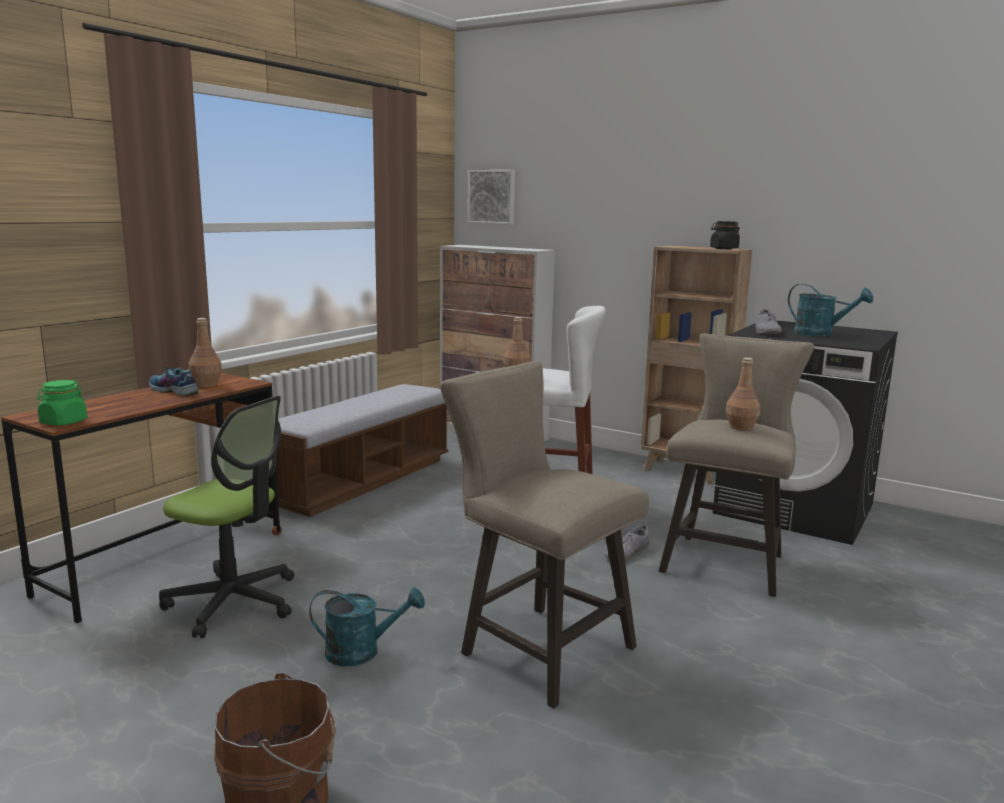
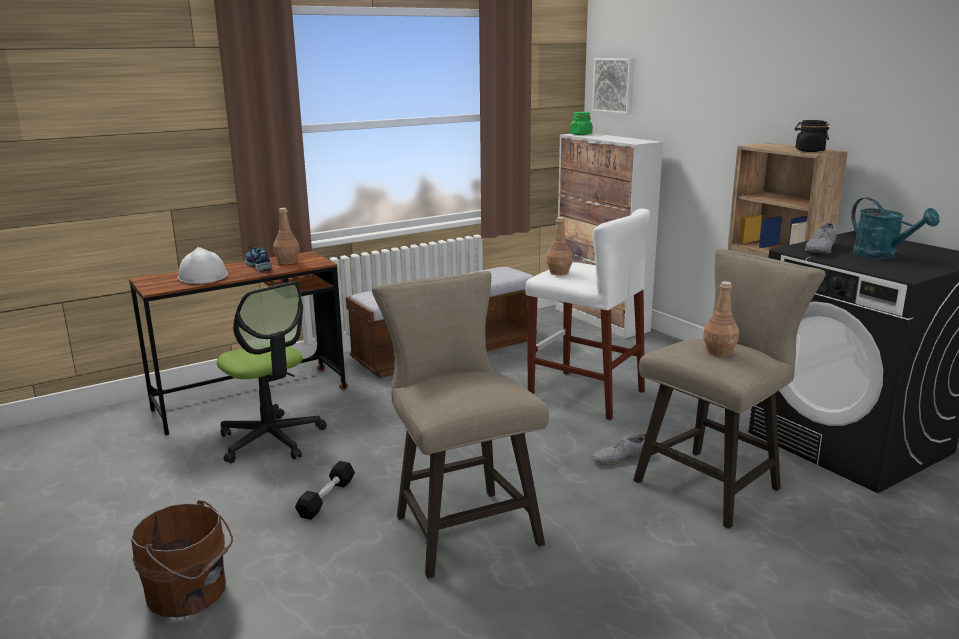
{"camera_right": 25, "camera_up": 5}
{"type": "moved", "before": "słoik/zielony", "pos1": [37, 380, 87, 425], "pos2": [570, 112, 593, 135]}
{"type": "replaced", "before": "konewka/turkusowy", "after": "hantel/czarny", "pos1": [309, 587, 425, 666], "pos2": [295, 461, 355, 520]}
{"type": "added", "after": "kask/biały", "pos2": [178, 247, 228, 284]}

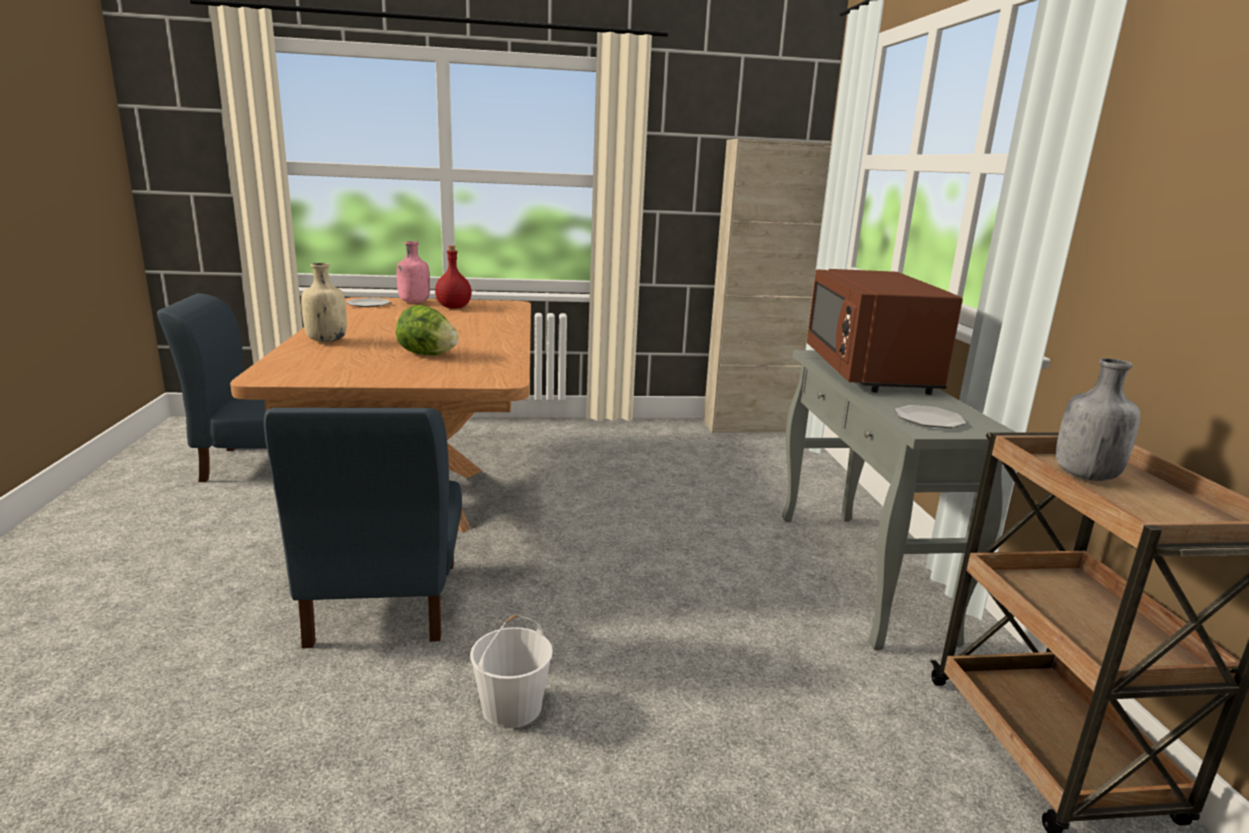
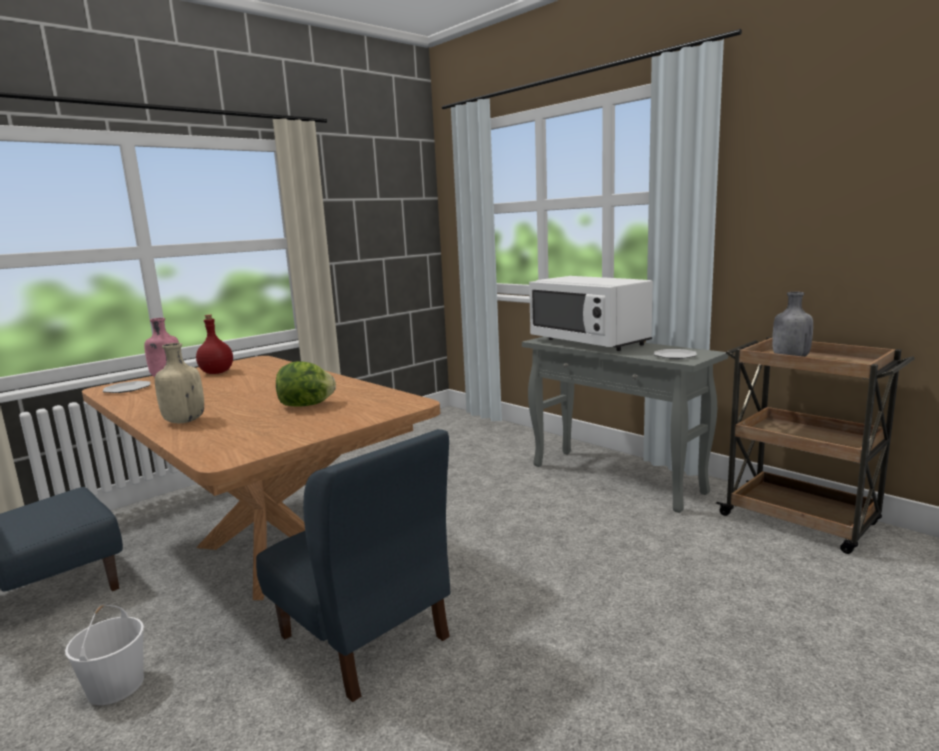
{"camera_right": -35, "camera_up": -5}
{"type": "removed", "before": "szafka/beżowy", "pos1": [703, 139, 832, 434]}
{"type": "recoloured", "before": "mikrofalówka/brązowy", "after": "mikrofalówka/biały", "pos1": [807, 269, 963, 395], "pos2": [529, 276, 653, 351]}
{"type": "moved", "before": "wiadro/biały", "pos1": [470, 615, 553, 728], "pos2": [65, 605, 144, 705]}

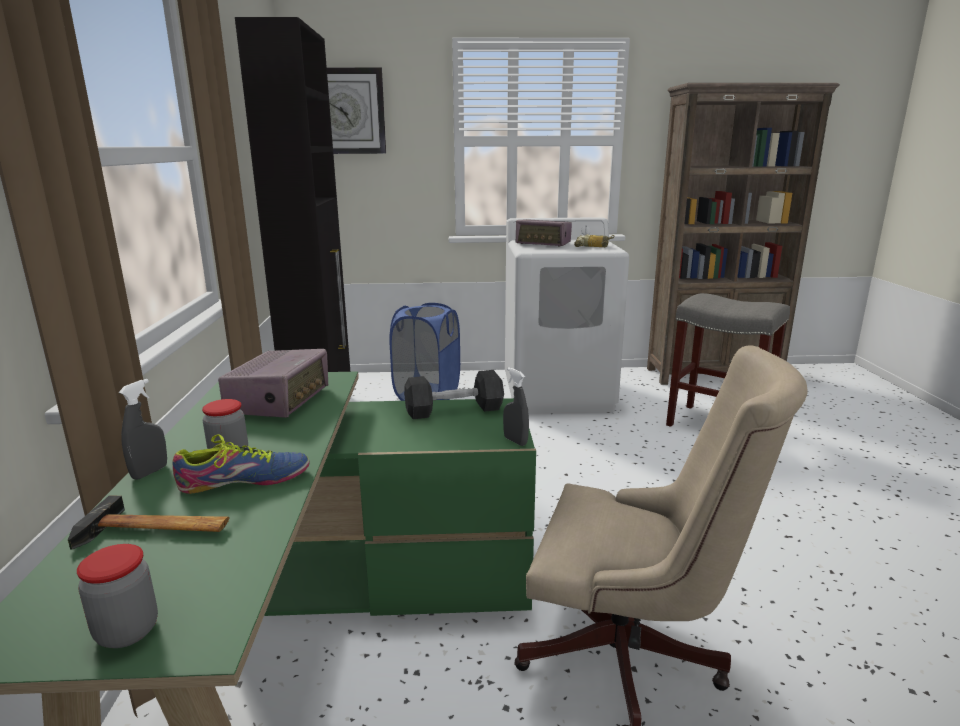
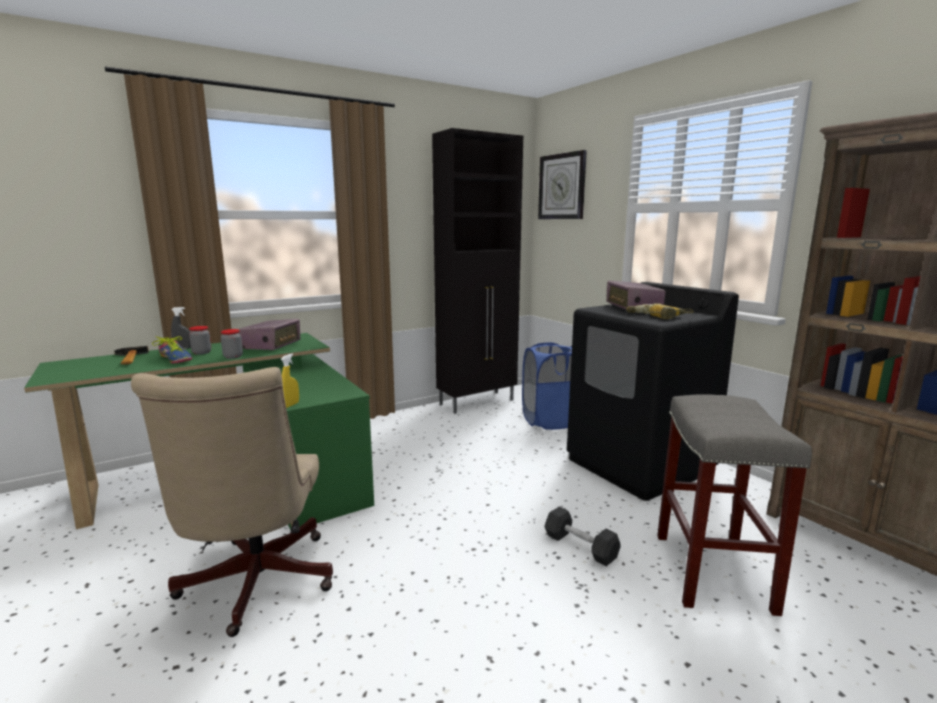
{"camera_right": 60, "camera_up": -5}
{"type": "recoloured", "before": "pralka/biały", "after": "pralka/czarny", "pos1": [505, 217, 629, 414], "pos2": [567, 282, 739, 501]}
{"type": "turned", "before": "radio", "pos1": [218, 349, 328, 418], "pos2": [239, 319, 300, 350], "turn": -60}
{"type": "recoloured", "before": "spryskiwacz/szary", "after": "spryskiwacz/żółty", "pos1": [503, 367, 529, 446], "pos2": [281, 353, 299, 408]}
{"type": "moved", "before": "hantel/czarny", "pos1": [404, 370, 504, 419], "pos2": [544, 507, 621, 566]}
{"type": "moved", "before": "słoik", "pos1": [77, 544, 158, 648], "pos2": [221, 329, 243, 359]}

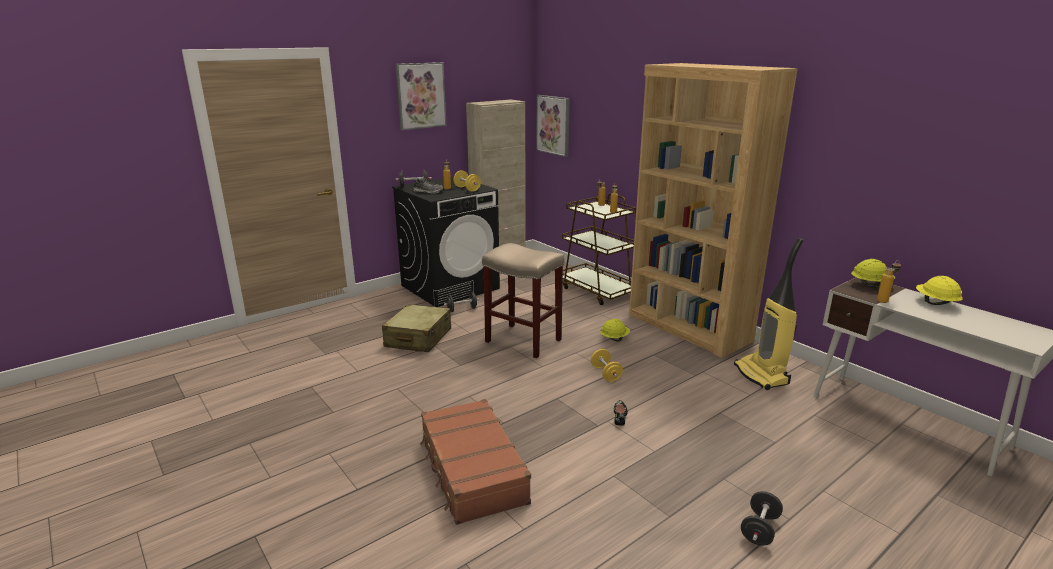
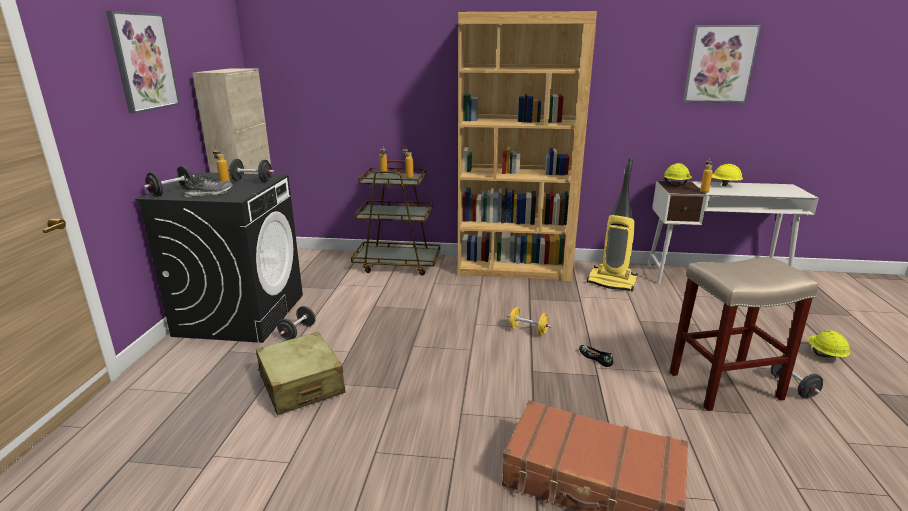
{"camera_right": -45, "camera_up": 0}
{"type": "moved", "before": "obraz", "pos1": [536, 95, 570, 157], "pos2": [683, 25, 761, 103]}
{"type": "recoloured", "before": "hantel/żółty", "after": "hantel/czarny", "pos1": [453, 170, 481, 192], "pos2": [228, 159, 274, 182]}
{"type": "moved", "before": "stołek/beżowy", "pos1": [482, 243, 564, 358], "pos2": [670, 257, 818, 411]}
{"type": "moved", "before": "kask/żółty", "pos1": [600, 319, 630, 342], "pos2": [808, 330, 850, 357]}

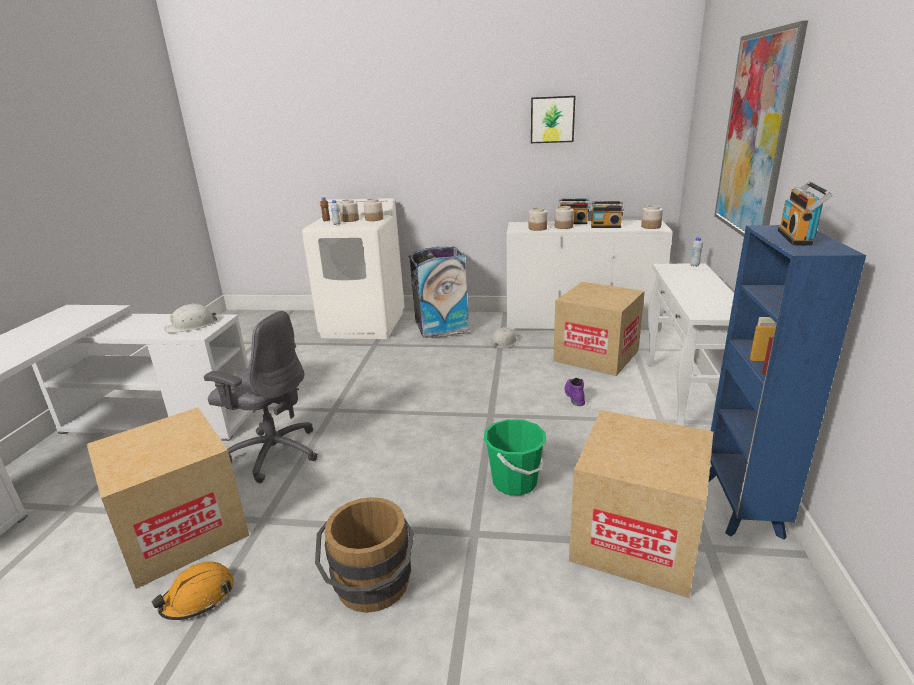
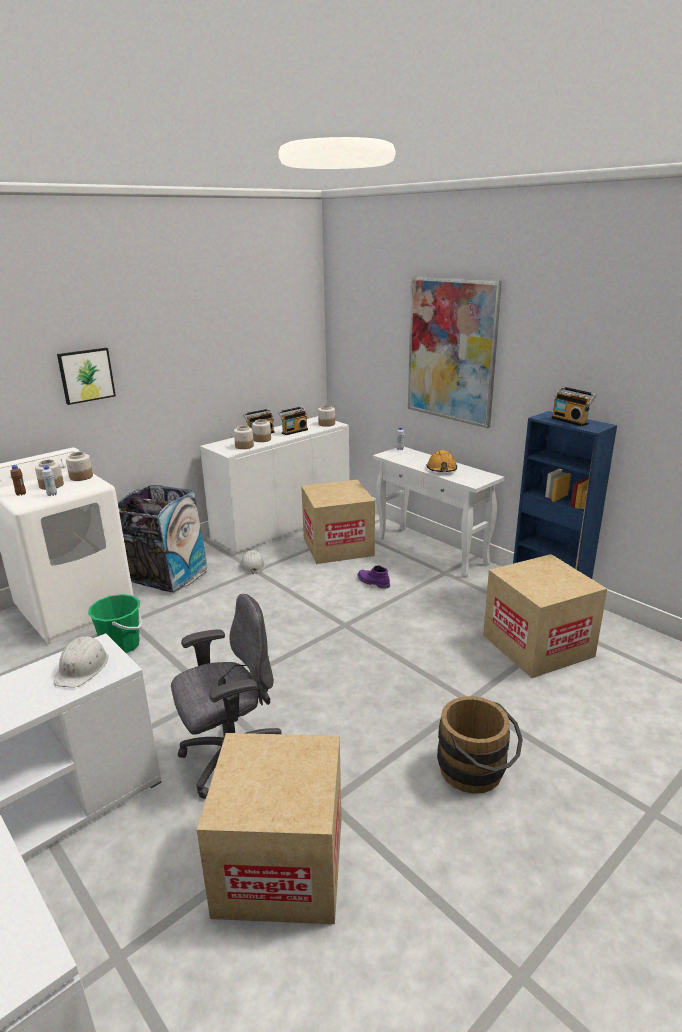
{"camera_right": -50, "camera_up": 0}
{"type": "moved", "before": "obraz", "pos1": [531, 96, 575, 143], "pos2": [57, 348, 116, 405]}
{"type": "moved", "before": "wiadro/zielony", "pos1": [484, 419, 546, 496], "pos2": [88, 594, 143, 653]}
{"type": "moved", "before": "kask/pomarańczowy", "pos1": [152, 562, 234, 620], "pos2": [426, 450, 457, 472]}

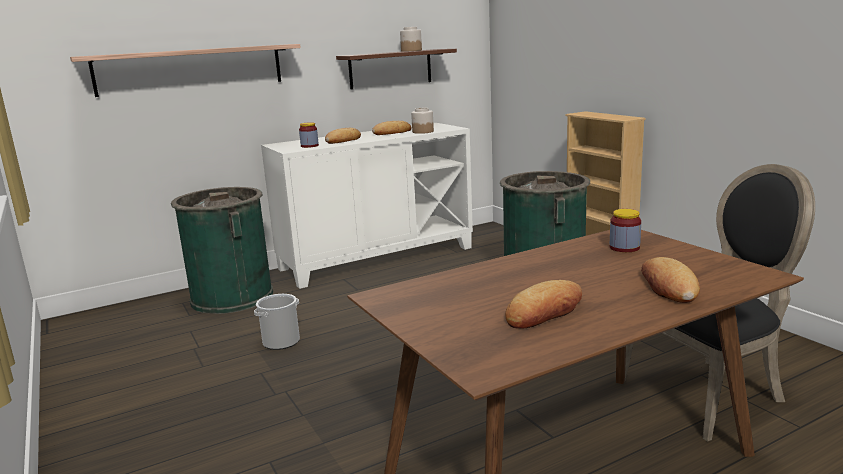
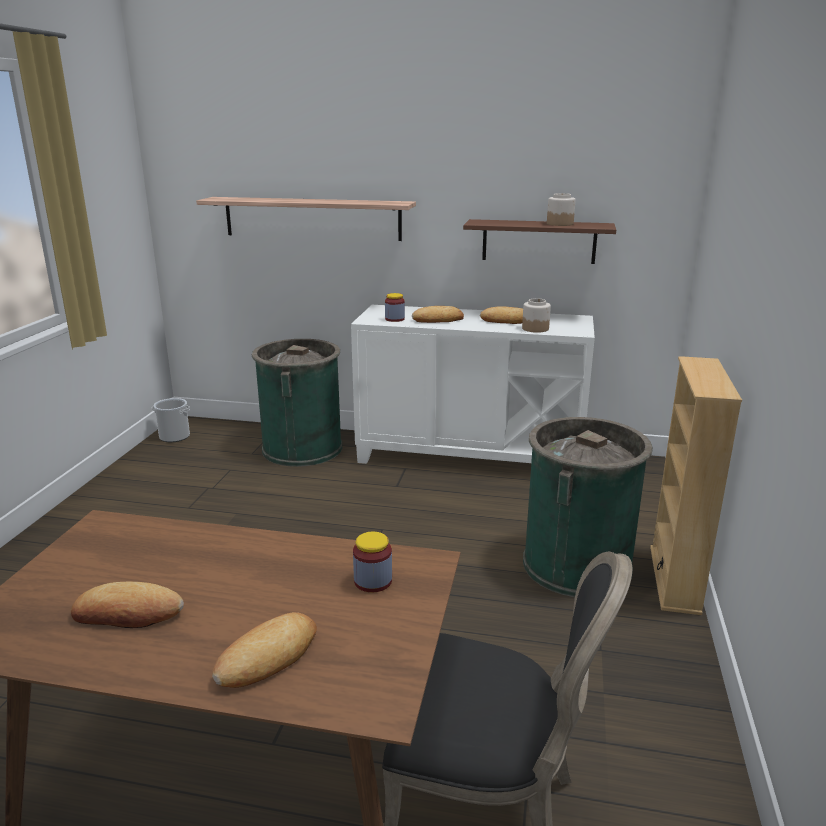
{"camera_right": 40, "camera_up": 5}
{"type": "moved", "before": "wiadro", "pos1": [254, 294, 300, 350], "pos2": [152, 398, 190, 442]}

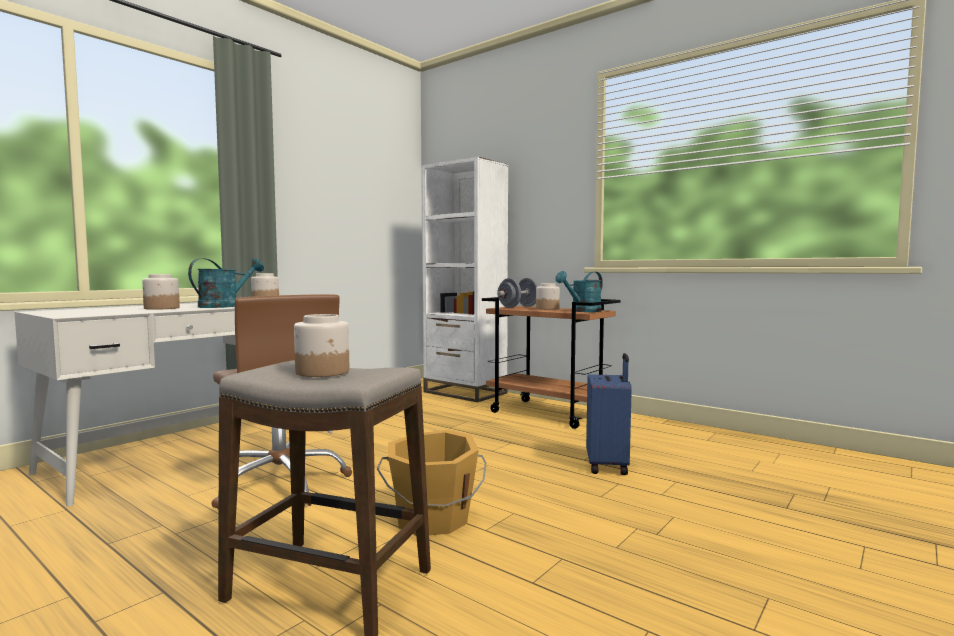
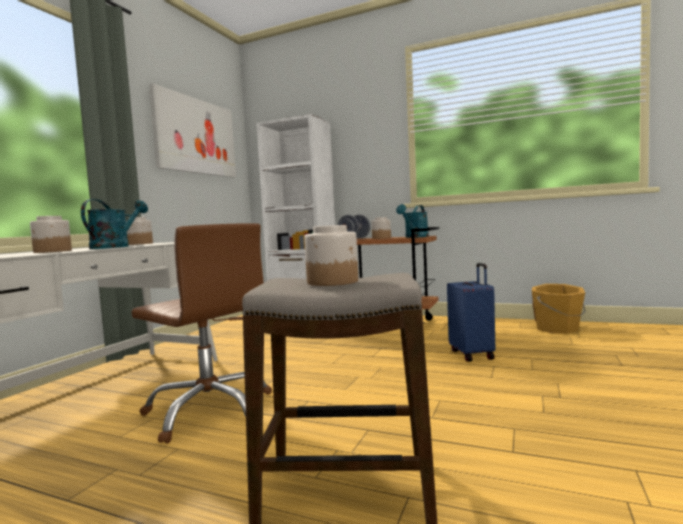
{"camera_right": -15, "camera_up": 0}
{"type": "moved", "before": "wiadro/pomarańczowy", "pos1": [377, 430, 486, 535], "pos2": [532, 284, 585, 334]}
{"type": "added", "after": "obraz", "pos2": [149, 83, 236, 178]}

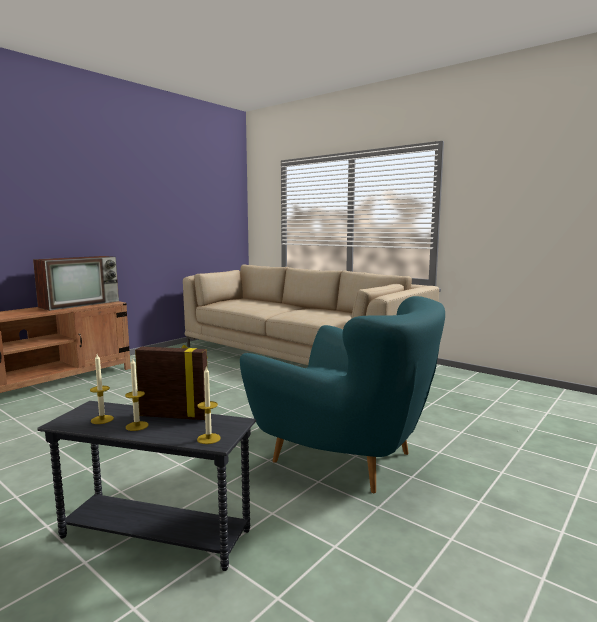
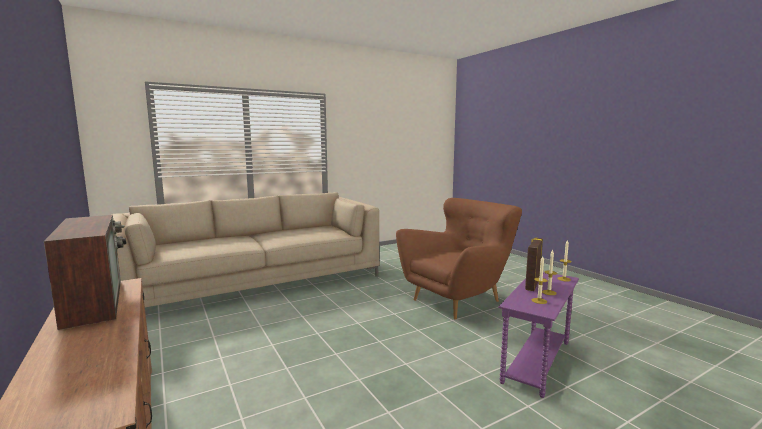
{"camera_right": -70, "camera_up": 0}
{"type": "recoloured", "before": "fotel/turkusowy", "after": "fotel/brązowy", "pos1": [240, 296, 445, 493], "pos2": [396, 198, 522, 319]}
{"type": "recoloured", "before": "stolik/szary", "after": "stolik/fioletowy", "pos1": [37, 401, 256, 571], "pos2": [498, 272, 579, 398]}

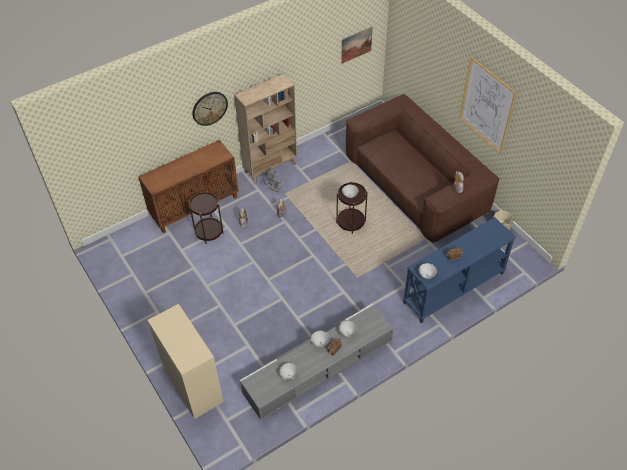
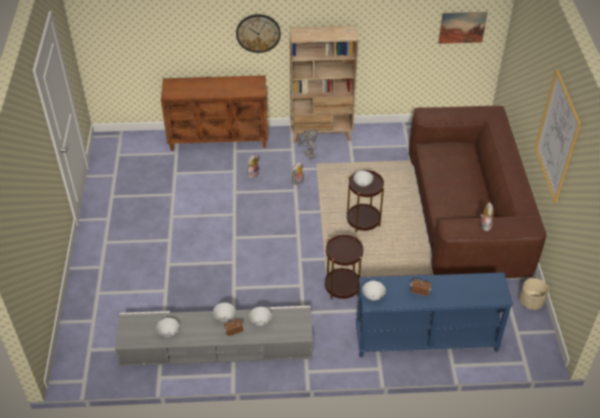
{"camera_right": 30, "camera_up": -5}
{"type": "moved", "before": "stolik/brązowy", "pos1": [188, 191, 224, 244], "pos2": [325, 235, 363, 299]}
{"type": "removed", "before": "komoda/beżowy", "pos1": [148, 304, 224, 419]}

